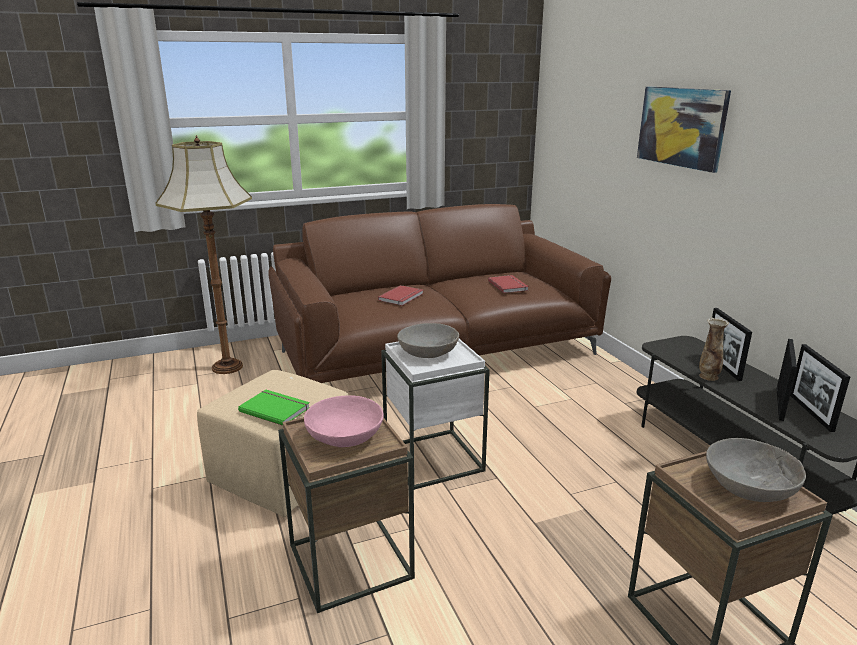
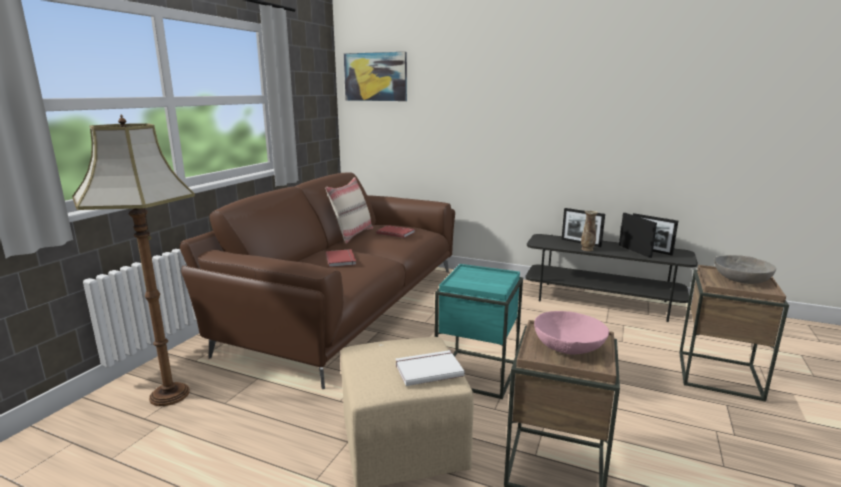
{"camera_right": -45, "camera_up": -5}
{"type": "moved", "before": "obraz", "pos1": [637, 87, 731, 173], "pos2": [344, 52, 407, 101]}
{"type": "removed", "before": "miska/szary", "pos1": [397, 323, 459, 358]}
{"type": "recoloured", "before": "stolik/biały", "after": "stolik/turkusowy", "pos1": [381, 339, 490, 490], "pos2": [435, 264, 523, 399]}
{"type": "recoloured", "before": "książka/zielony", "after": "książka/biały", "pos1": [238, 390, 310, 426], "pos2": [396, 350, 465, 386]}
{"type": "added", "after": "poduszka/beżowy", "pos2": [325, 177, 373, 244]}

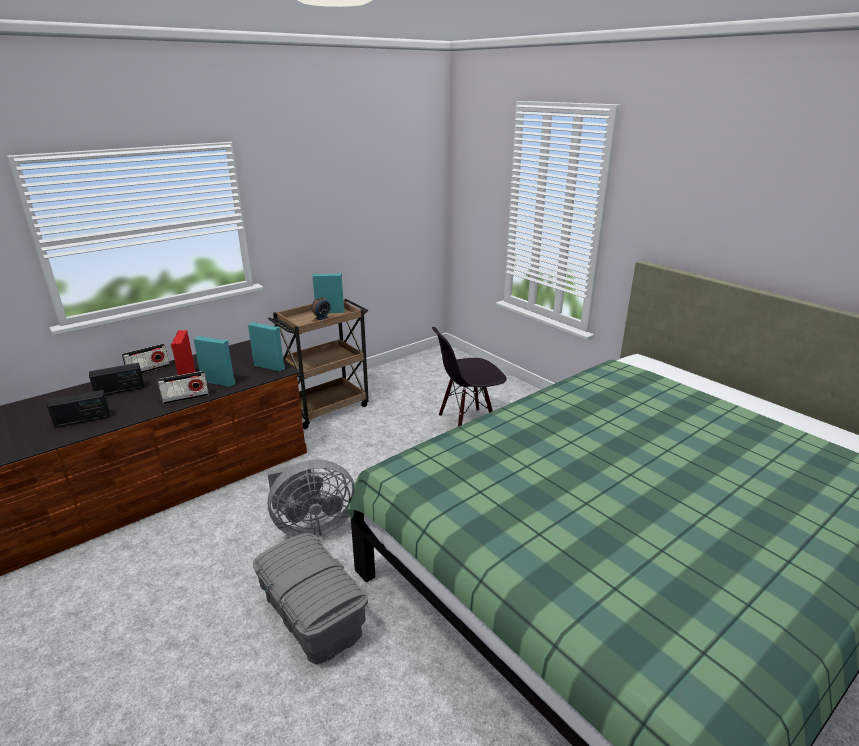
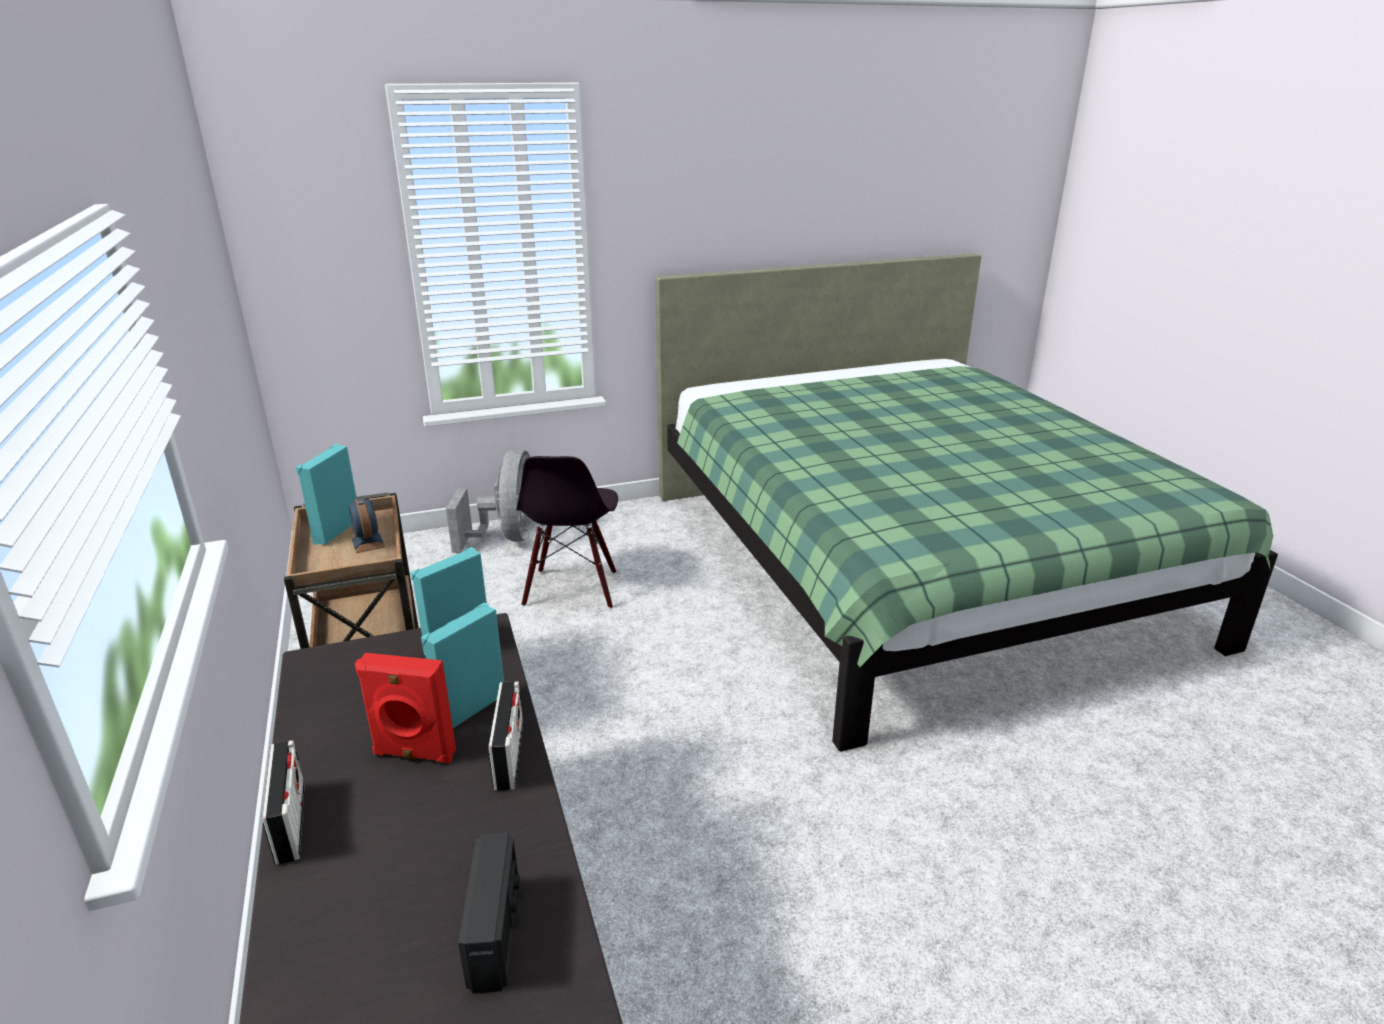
{"camera_right": -70, "camera_up": 0}
{"type": "removed", "before": "radio", "pos1": [89, 363, 145, 395]}
{"type": "moved", "before": "wentylator/szary", "pos1": [267, 460, 355, 537], "pos2": [446, 449, 535, 553]}
{"type": "removed", "before": "pojemnik do przechowywania/szary", "pos1": [253, 533, 368, 664]}

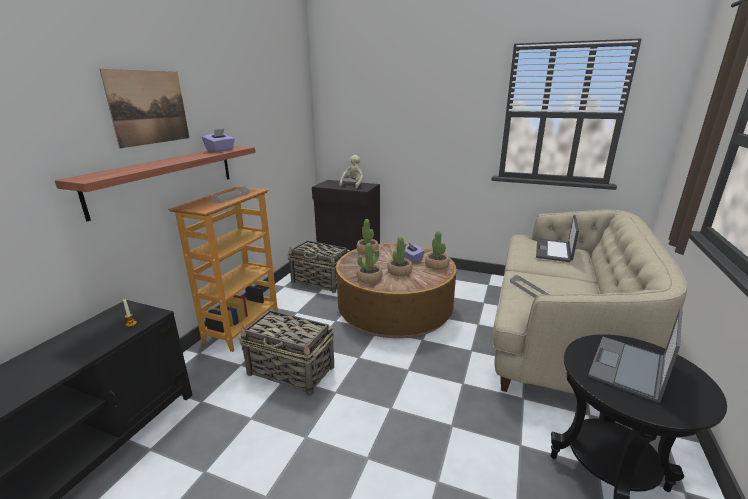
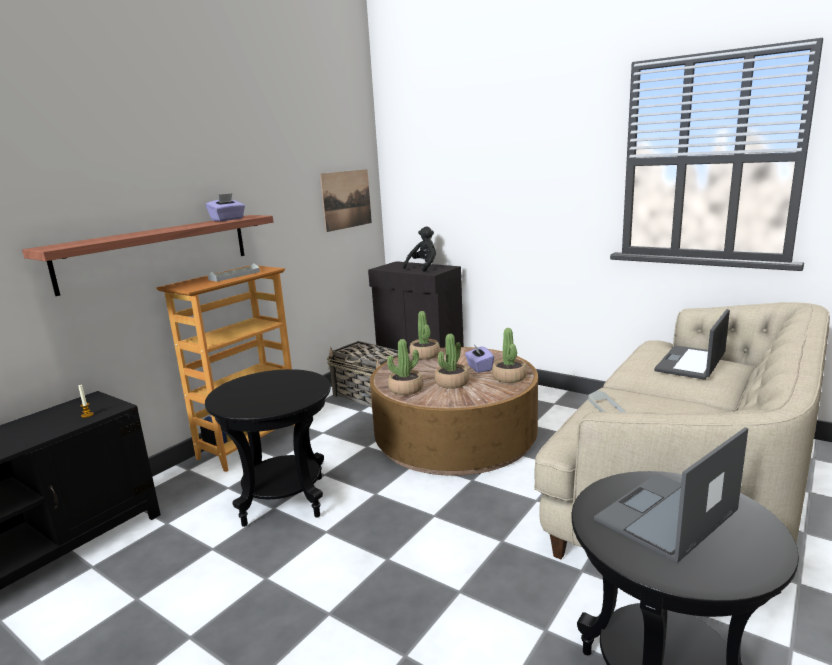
{"camera_right": 15, "camera_up": -5}
{"type": "moved", "before": "obraz", "pos1": [100, 69, 189, 148], "pos2": [320, 169, 372, 232]}
{"type": "recoloured", "before": "pluszak/beżowy", "after": "pluszak/czarny", "pos1": [339, 155, 363, 189], "pos2": [403, 226, 436, 272]}
{"type": "replaced", "before": "koszyk", "after": "stolik/czarny", "pos1": [238, 310, 334, 396], "pos2": [205, 369, 331, 527]}

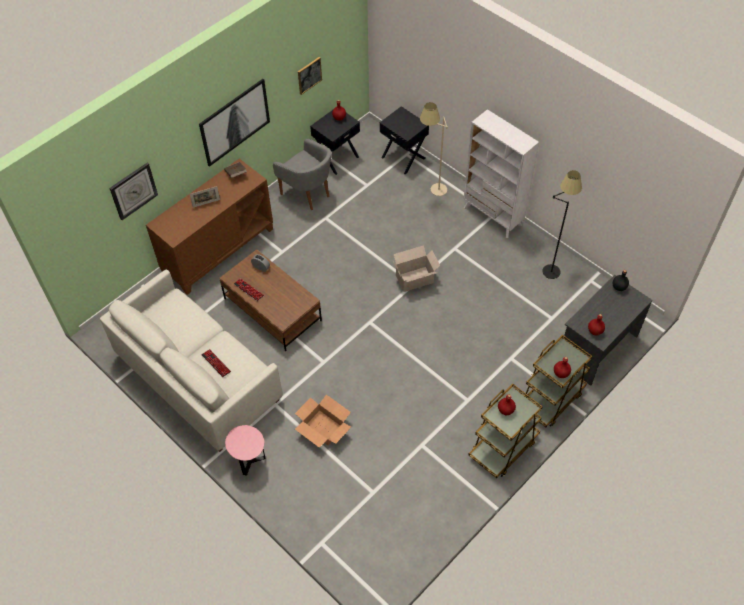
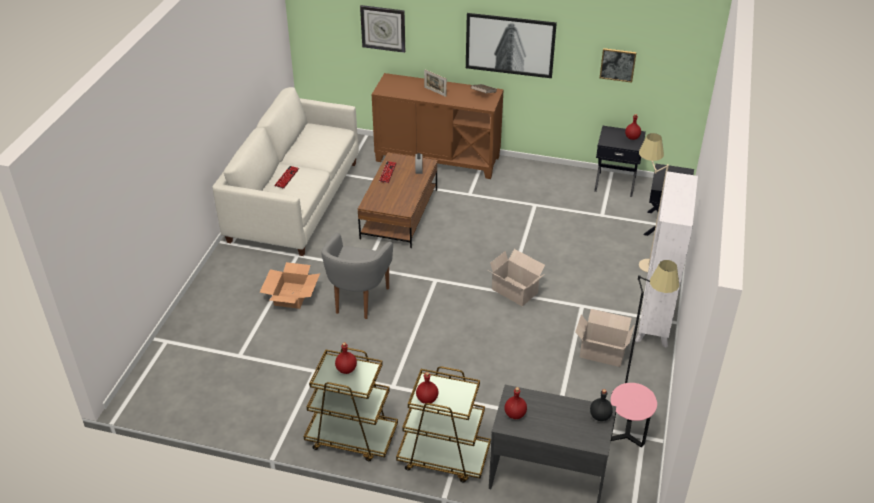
{"camera_right": 60, "camera_up": -15}
{"type": "moved", "before": "fotel/szary", "pos1": [273, 139, 331, 210], "pos2": [321, 233, 393, 319]}
{"type": "moved", "before": "stolik/różowy", "pos1": [225, 425, 266, 476], "pos2": [611, 383, 657, 447]}
{"type": "added", "after": "karton", "pos2": [575, 309, 634, 367]}

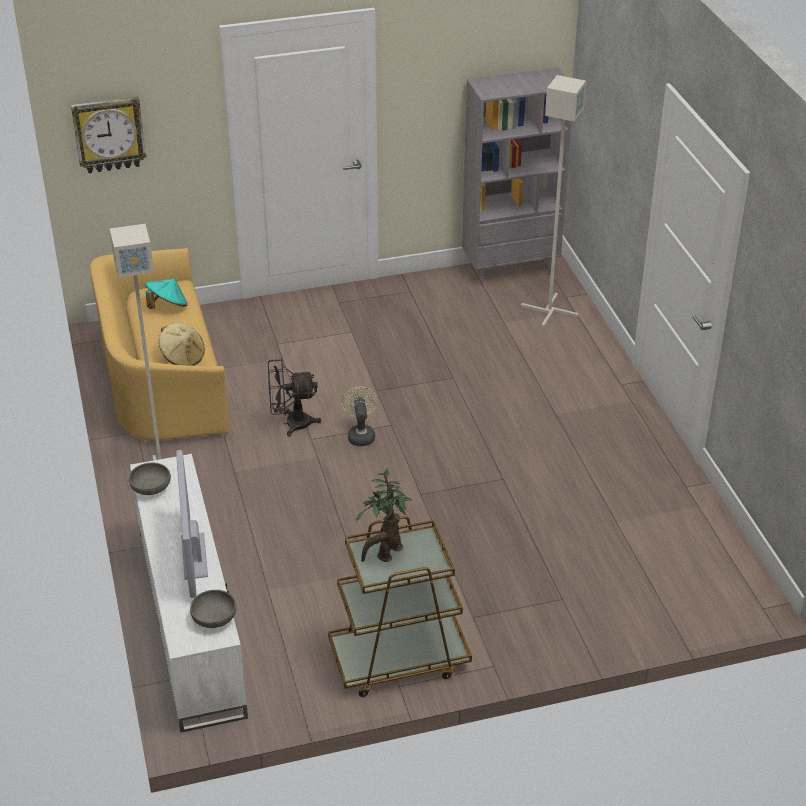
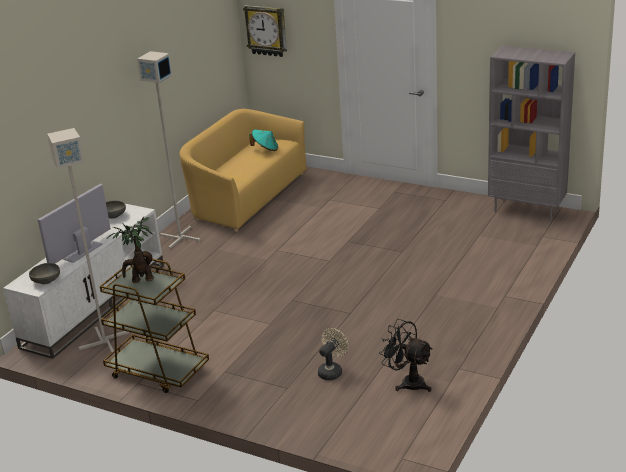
{"camera_right": 45, "camera_up": -10}
{"type": "moved", "before": "lampa stojąca/szary", "pos1": [521, 75, 586, 327], "pos2": [47, 128, 129, 353]}
{"type": "removed", "before": "kapelusz/beżowy", "pos1": [159, 323, 205, 366]}
{"type": "moved", "before": "wentylator/czarny", "pos1": [268, 358, 321, 437], "pos2": [379, 319, 432, 392]}
{"type": "moved", "before": "wentylator/beżowy", "pos1": [341, 387, 378, 446], "pos2": [318, 328, 349, 380]}

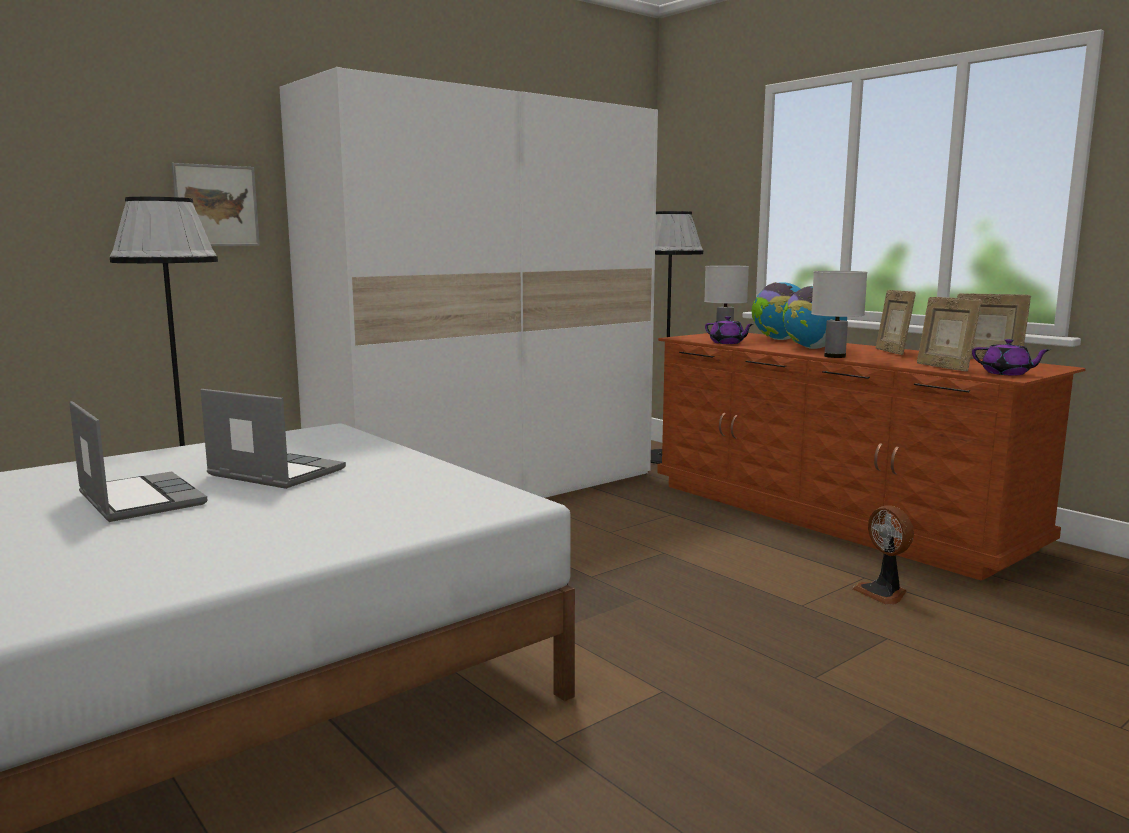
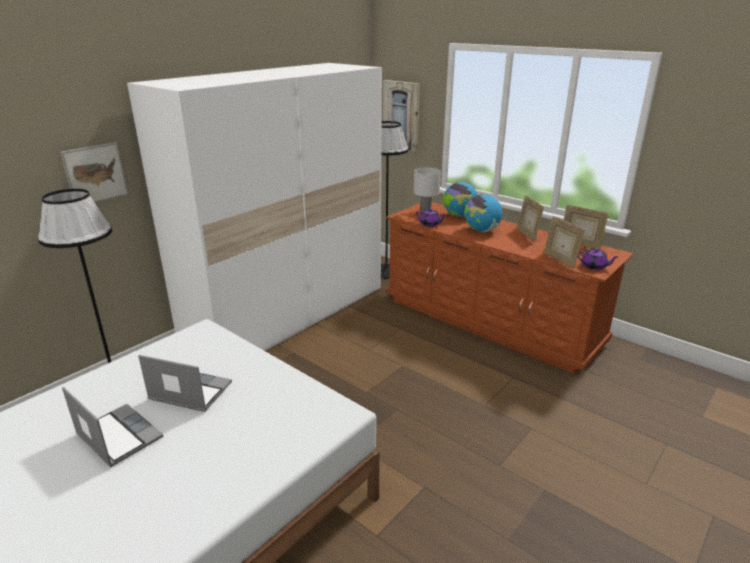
{"camera_right": -10, "camera_up": 15}
{"type": "removed", "before": "lampa stołowa/biały", "pos1": [811, 271, 868, 358]}
{"type": "removed", "before": "wentylator", "pos1": [852, 506, 914, 605]}
{"type": "added", "after": "obraz", "pos2": [383, 80, 420, 151]}

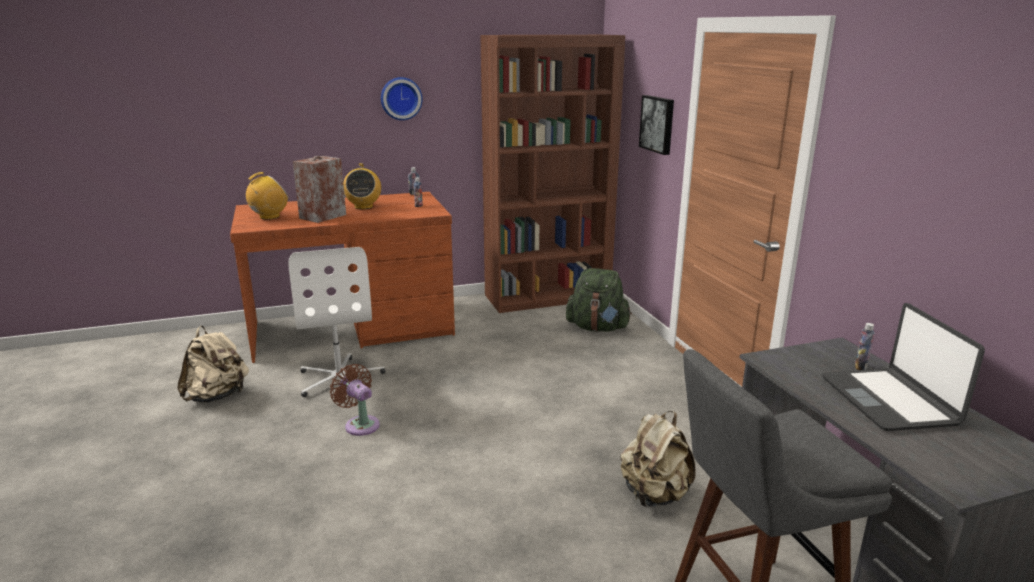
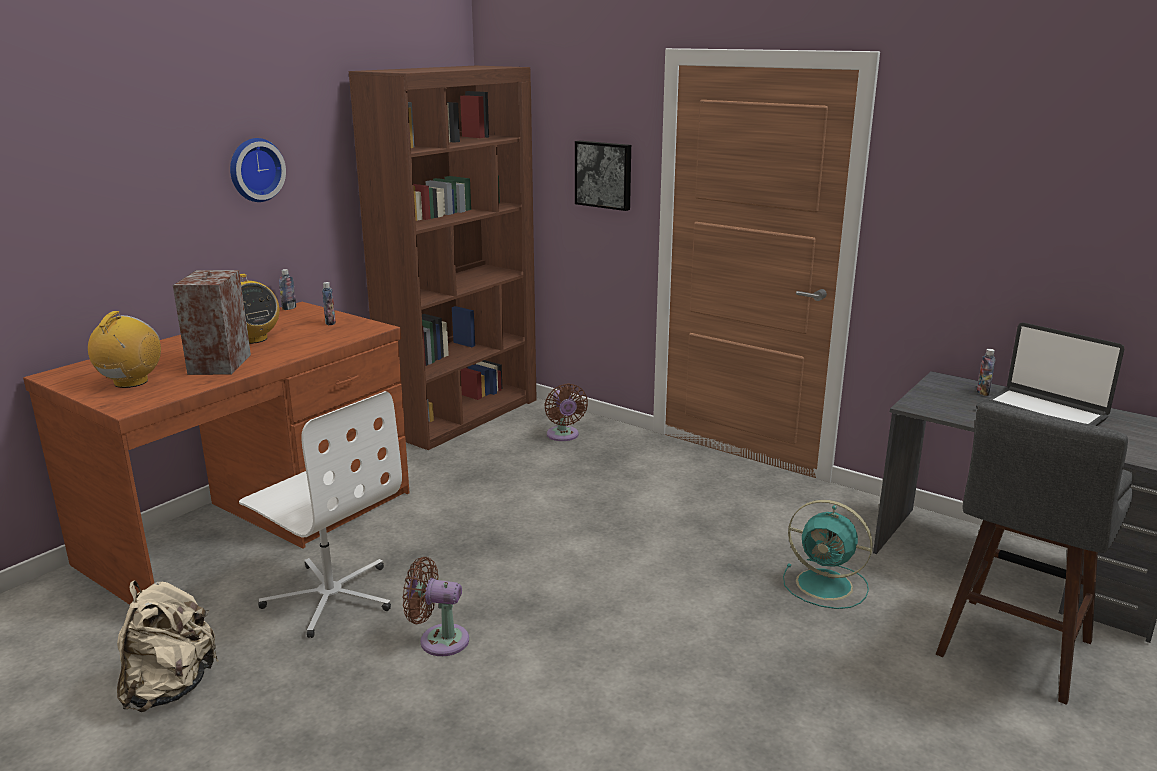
{"camera_right": -35, "camera_up": 0}
{"type": "replaced", "before": "plecak/zielony", "after": "wentylator/brązowy", "pos1": [566, 268, 632, 332], "pos2": [544, 384, 588, 441]}
{"type": "replaced", "before": "plecak/beżowy", "after": "wentylator/turkusowy", "pos1": [621, 411, 696, 507], "pos2": [783, 500, 873, 609]}

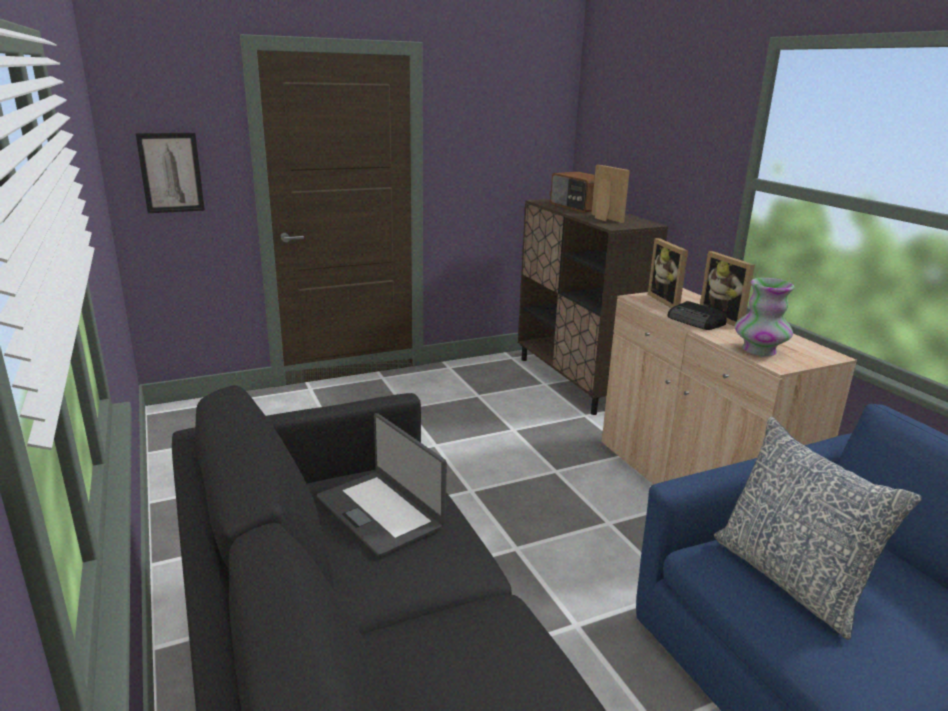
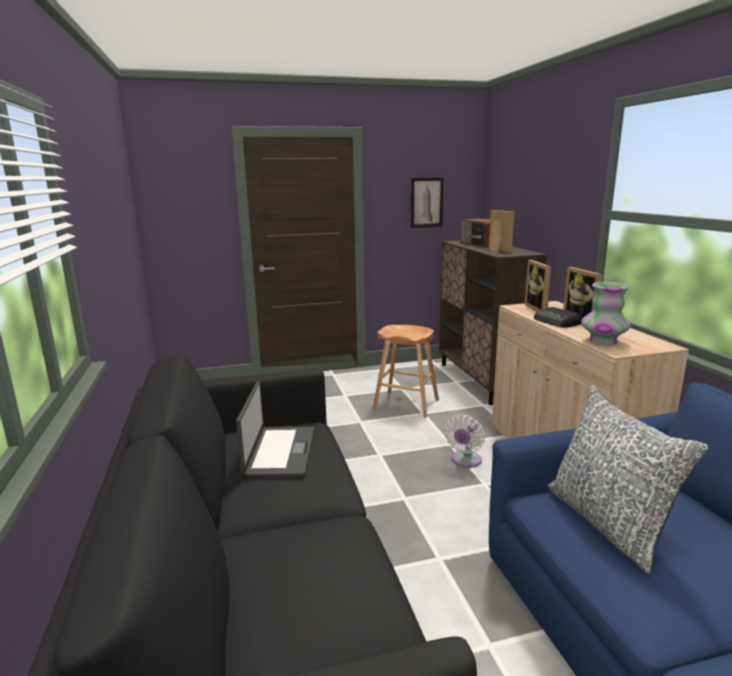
{"camera_right": 10, "camera_up": -5}
{"type": "moved", "before": "obraz", "pos1": [135, 133, 205, 213], "pos2": [411, 177, 444, 228]}
{"type": "turned", "before": "laptop", "pos1": [317, 413, 446, 557], "pos2": [236, 381, 314, 477], "turn": -150}
{"type": "added", "after": "stołek/brązowy", "pos2": [373, 325, 439, 418]}
{"type": "added", "after": "wentylator/biały", "pos2": [444, 414, 485, 468]}

